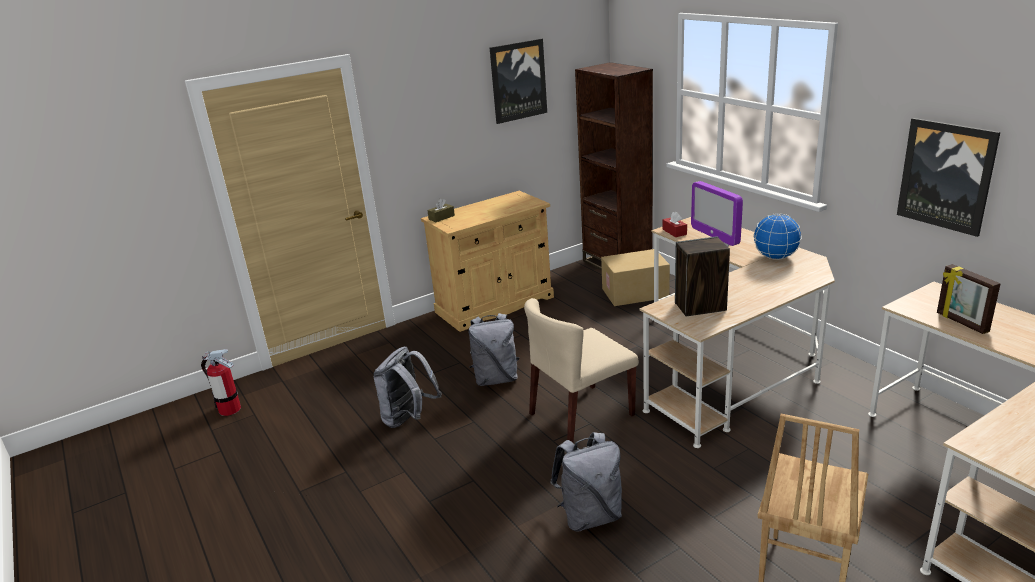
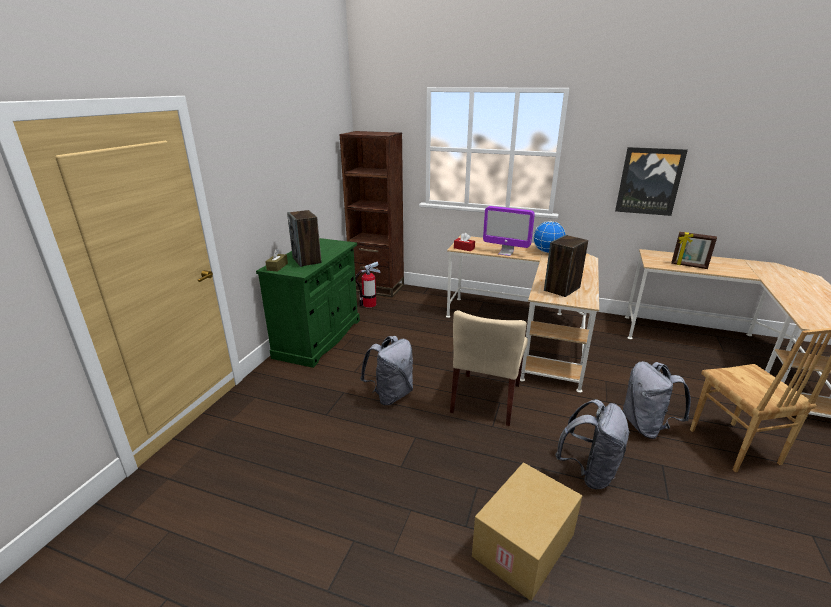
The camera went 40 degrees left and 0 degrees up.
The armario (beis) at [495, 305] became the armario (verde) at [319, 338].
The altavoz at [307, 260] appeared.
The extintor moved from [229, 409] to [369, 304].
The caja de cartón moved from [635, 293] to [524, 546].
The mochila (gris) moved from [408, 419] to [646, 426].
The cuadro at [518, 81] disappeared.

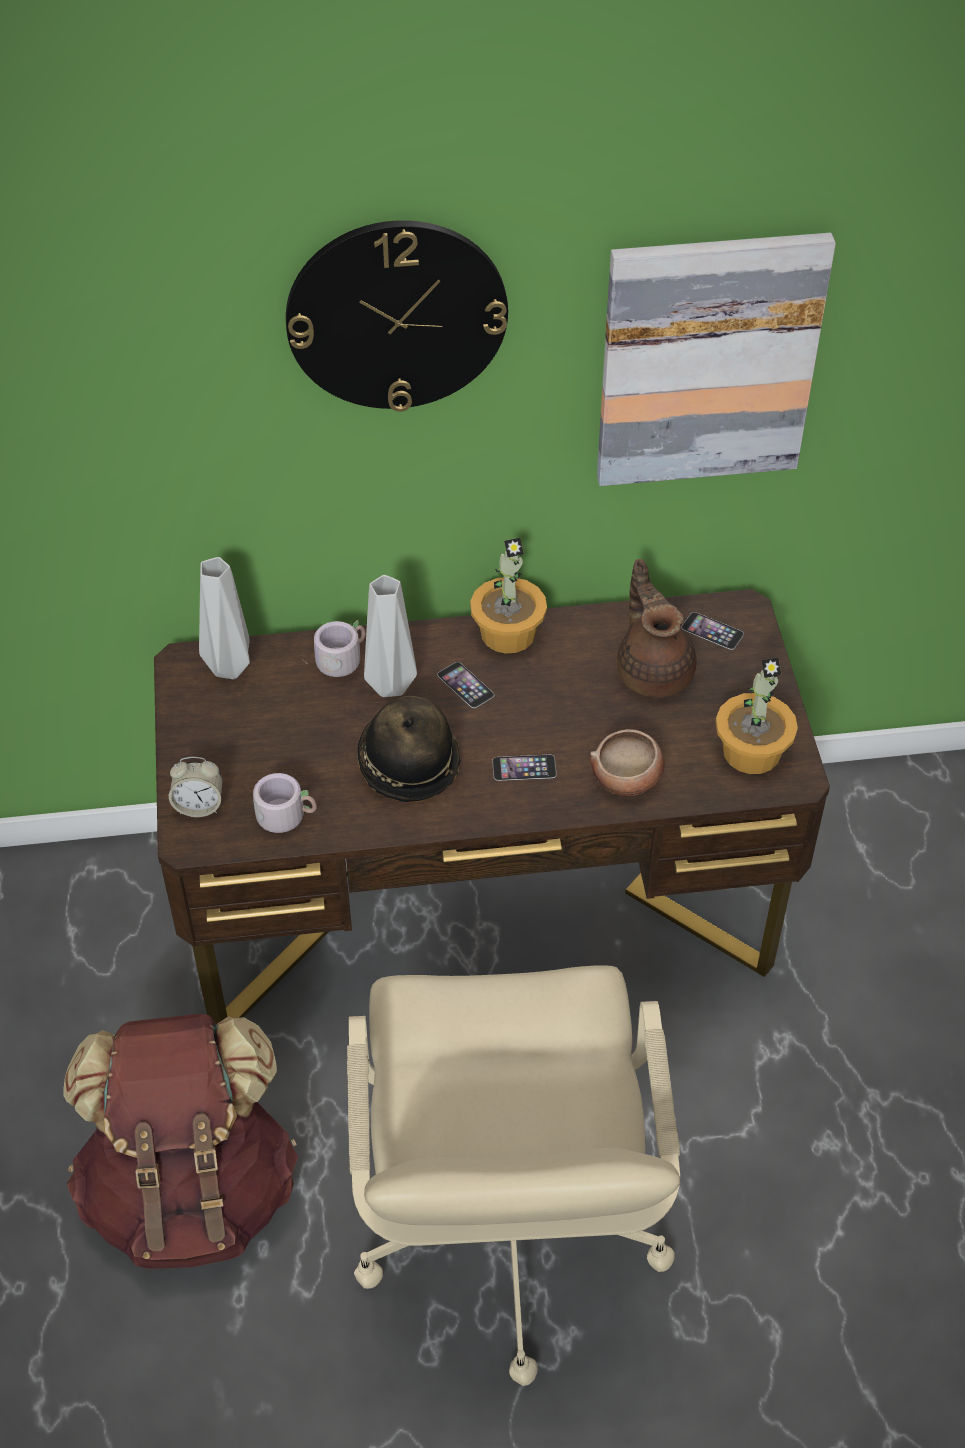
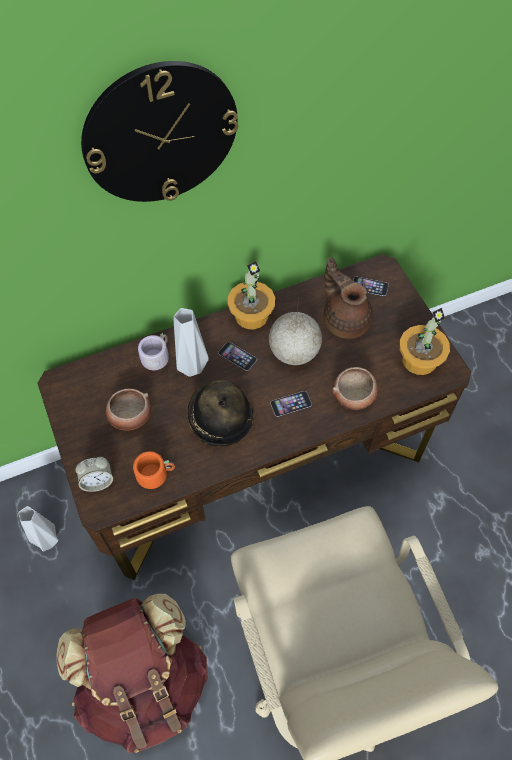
The camera went 15 degrees left and 10 degrees up.
The florero (gris) moved from [228, 666] to [47, 539].
The cuenco at [130, 417] appeared.
The taza grande (gris) at [286, 814] became the taza grande (naranja) at [155, 473].
The globo terráqueo at [293, 353] appeared.
The cuadro at [707, 360] disappeared.

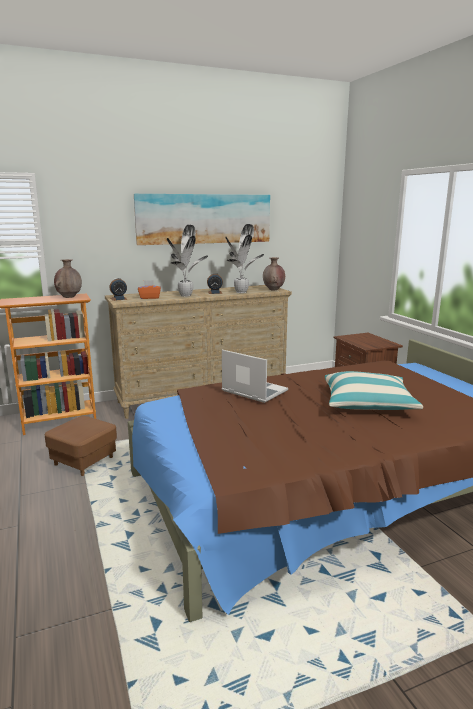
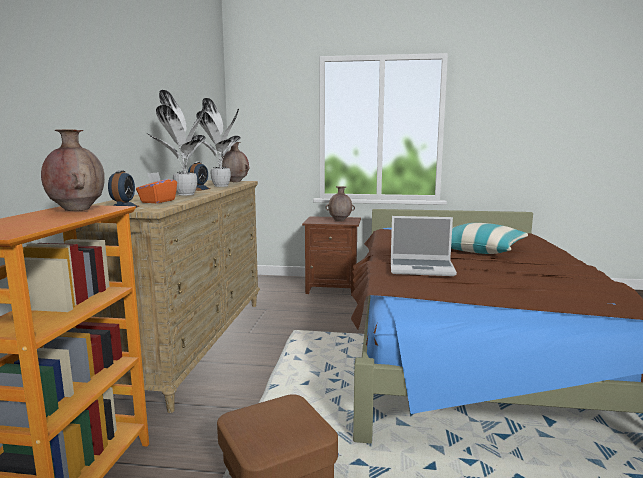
The camera went 60 degrees left and 5 degrees down.
The florero (marrón) at [340, 220] appeared.
The portátil at [253, 391] turned 150 degrees counterclockwise.
The cuadro at [204, 219] disappeared.

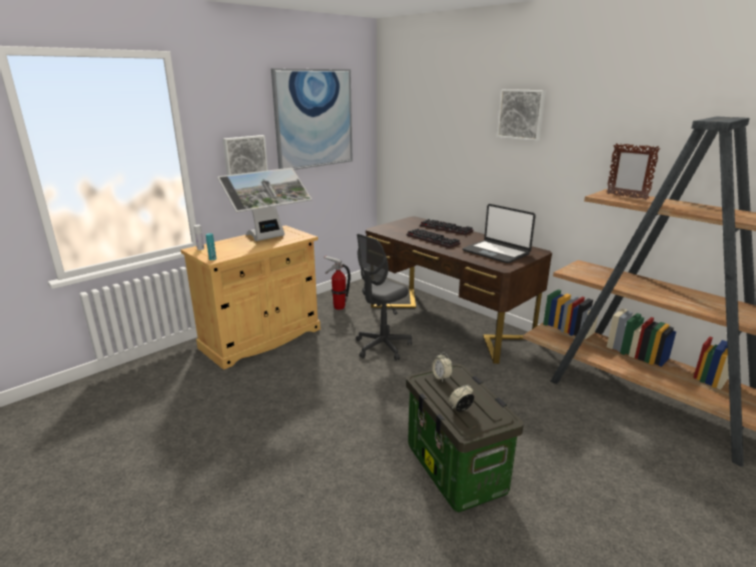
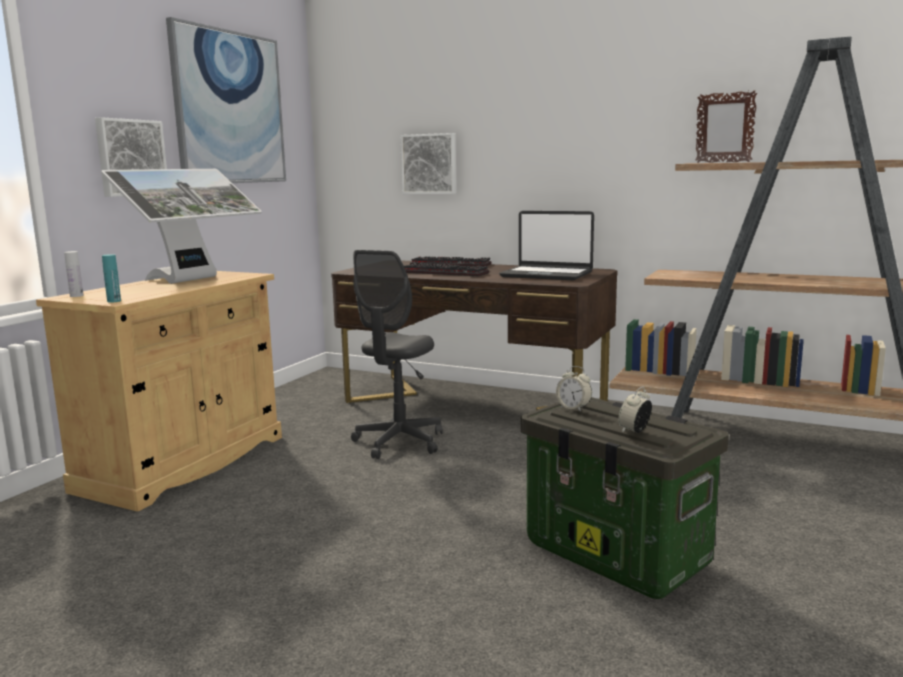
The camera went 20 degrees left and 10 degrees down.
The cuadro moved from [521, 114] to [430, 164].
The extintor at [338, 307] disappeared.

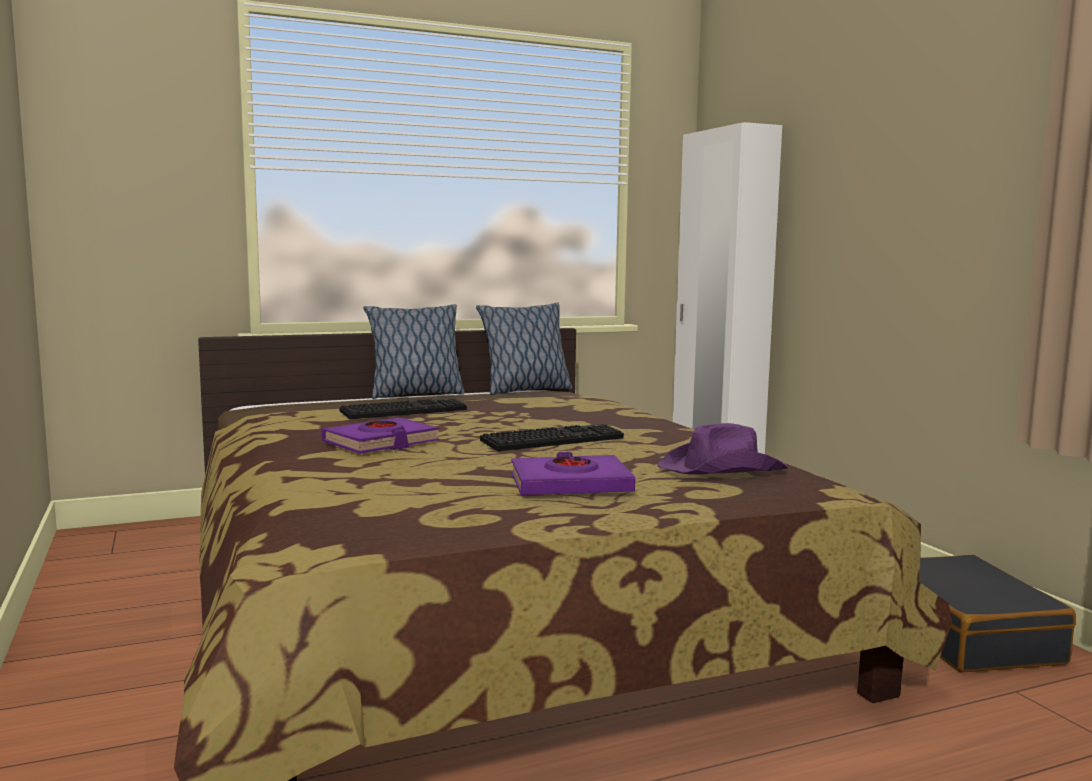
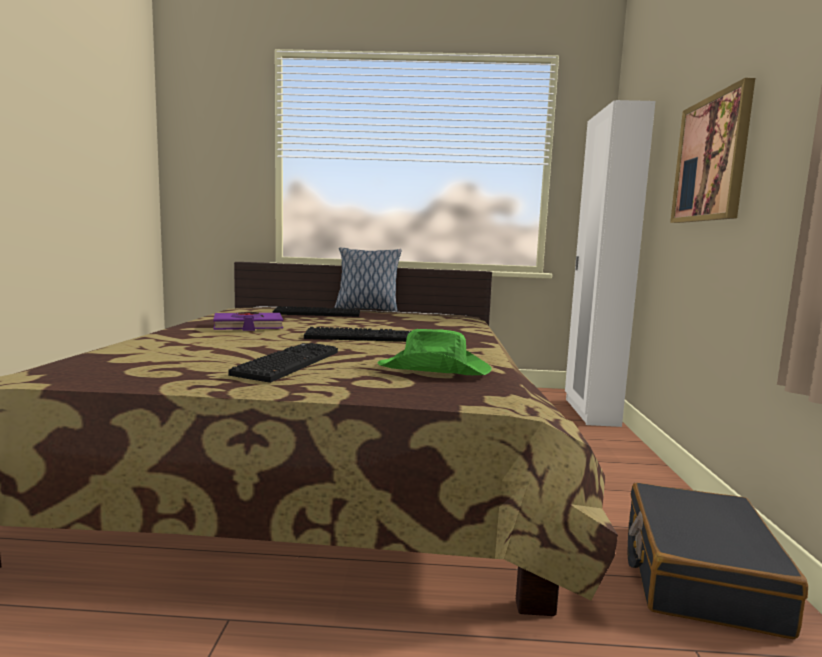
The camera went 25 degrees right and 0 degrees up.
The libro (morado) at [570, 485] was replaced by the teclado at [287, 363].
The sombrero (morado) at [723, 469] became the sombrero (verde) at [435, 369].
The cuadro at [711, 159] appeared.
The cojín at [525, 390] disappeared.

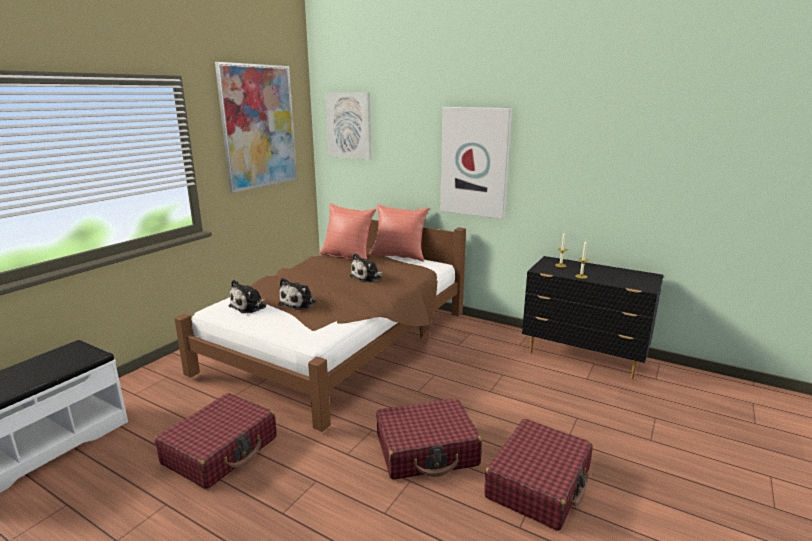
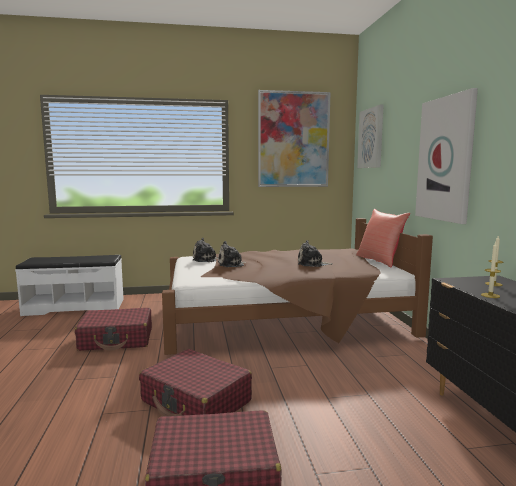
The camera went 50 degrees right and 10 degrees down.
The cojín (rojo) at [348, 256] disappeared.

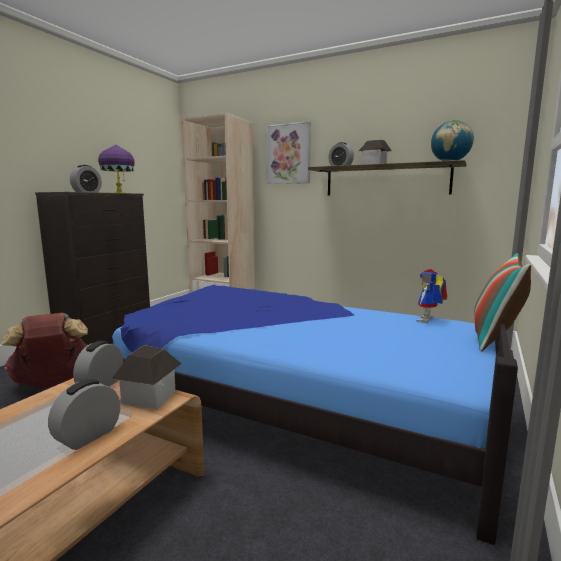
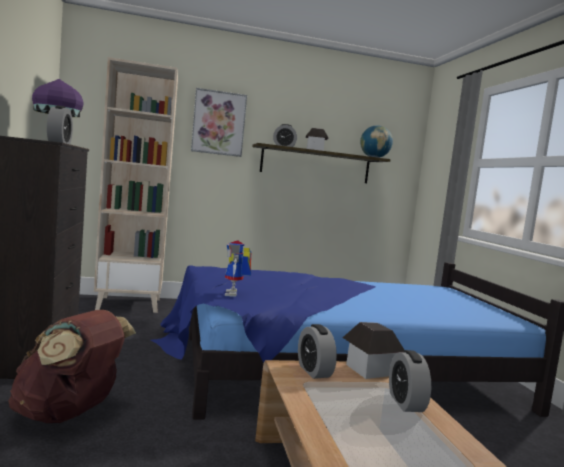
The camera went 40 degrees left and 5 degrees down.
The robot de juguete moved from [428, 321] to [235, 294].
The cojín at [495, 339] disappeared.

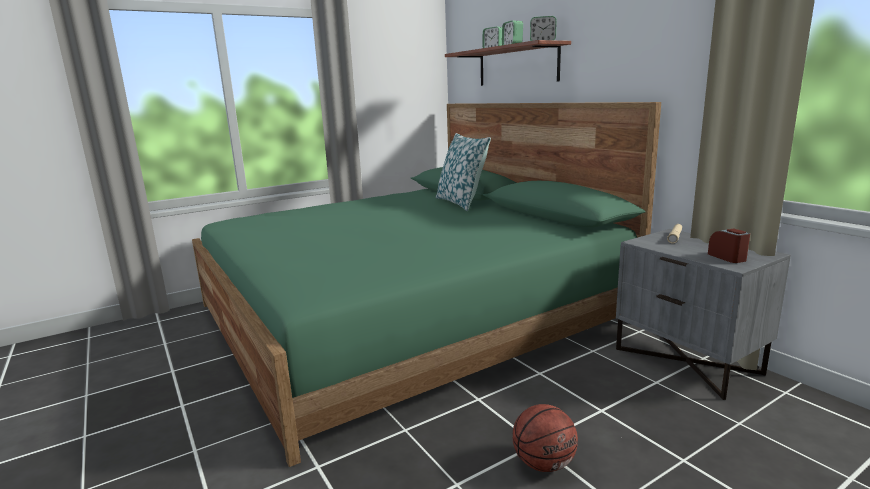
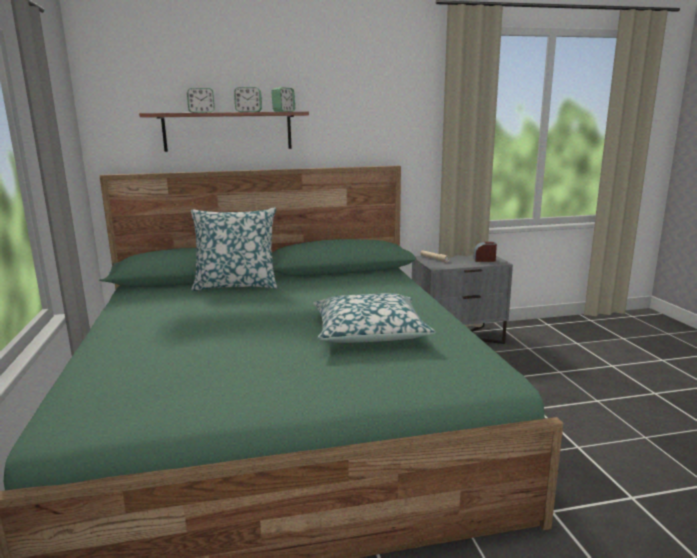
The camera went 70 degrees left and 0 degrees up.
The cojín at [369, 332] appeared.
The balón de baloncesto at [544, 463] disappeared.

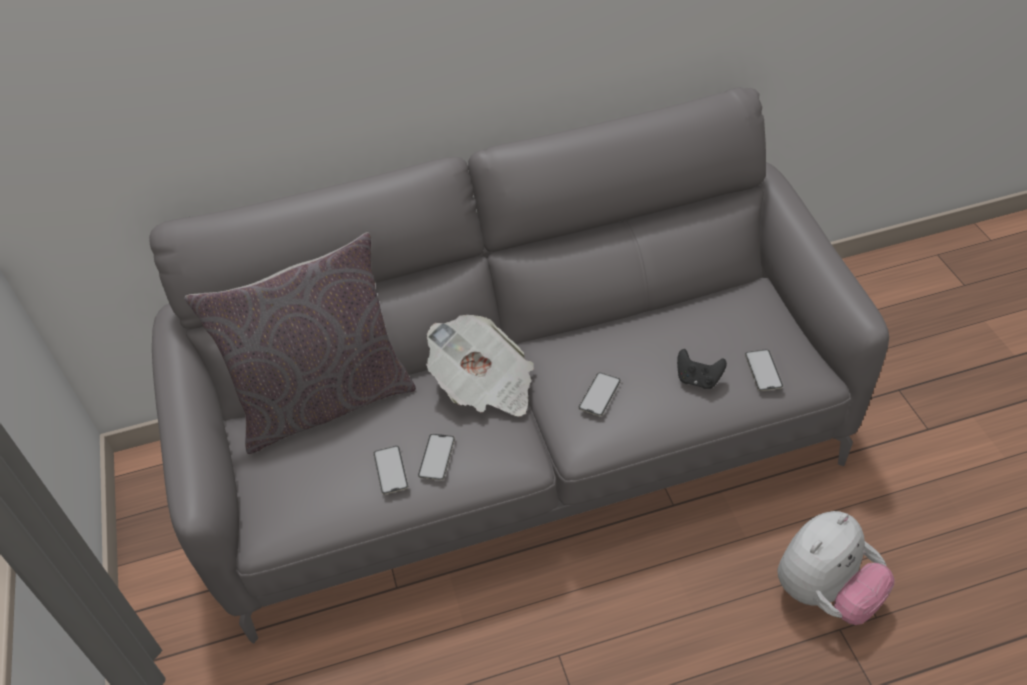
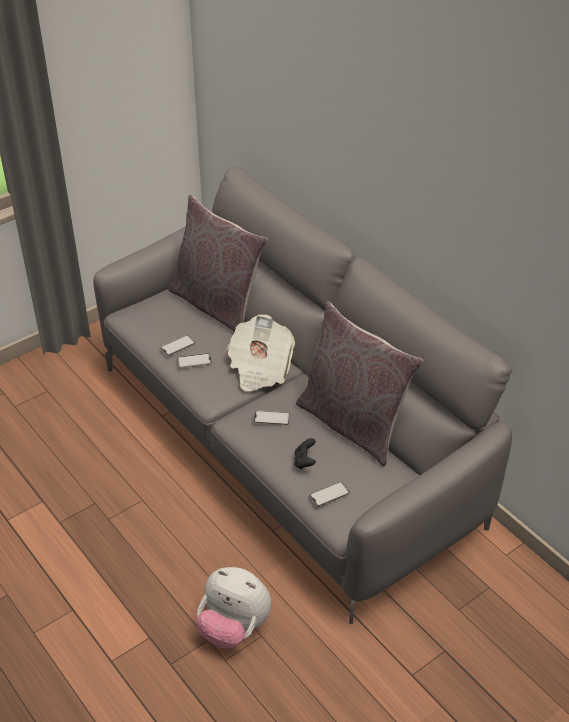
The camera went 65 degrees right and 5 degrees down.
The cojín (gris) at [353, 424] appeared.

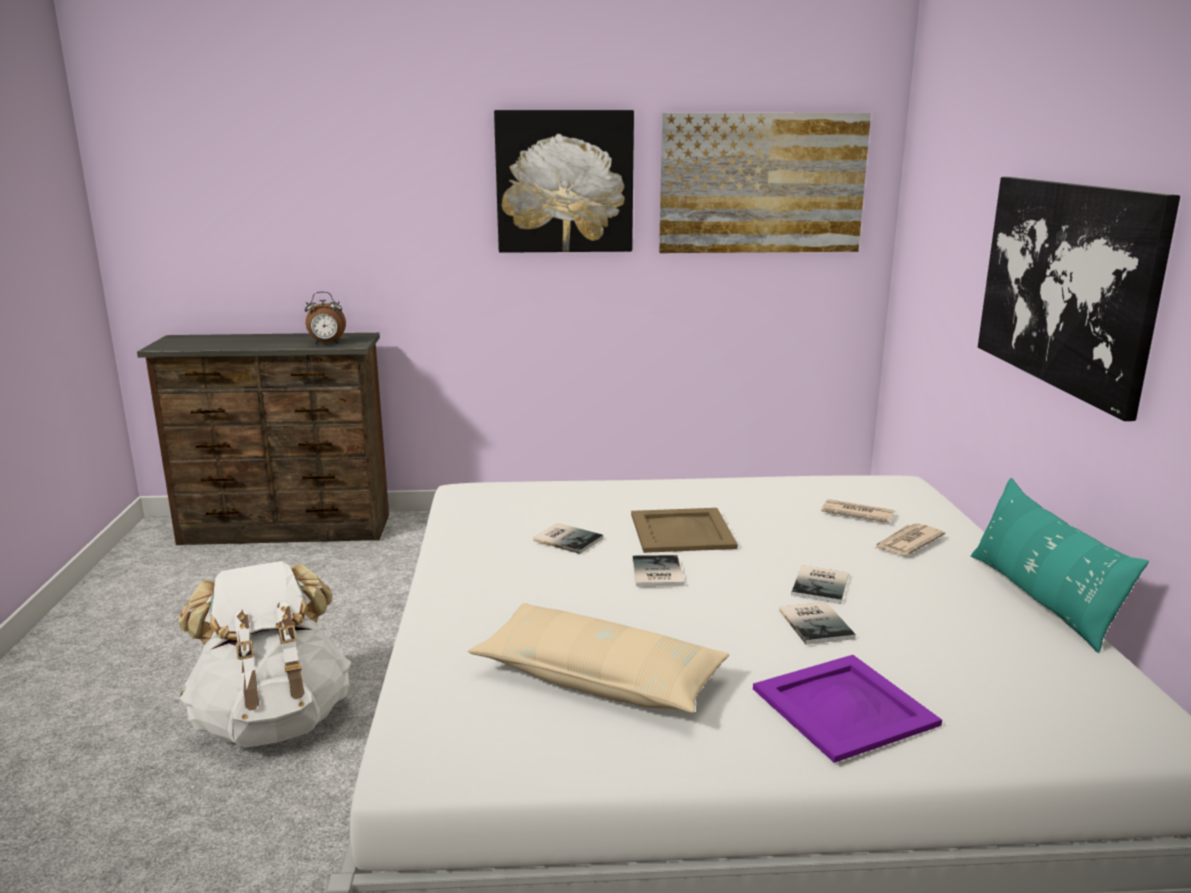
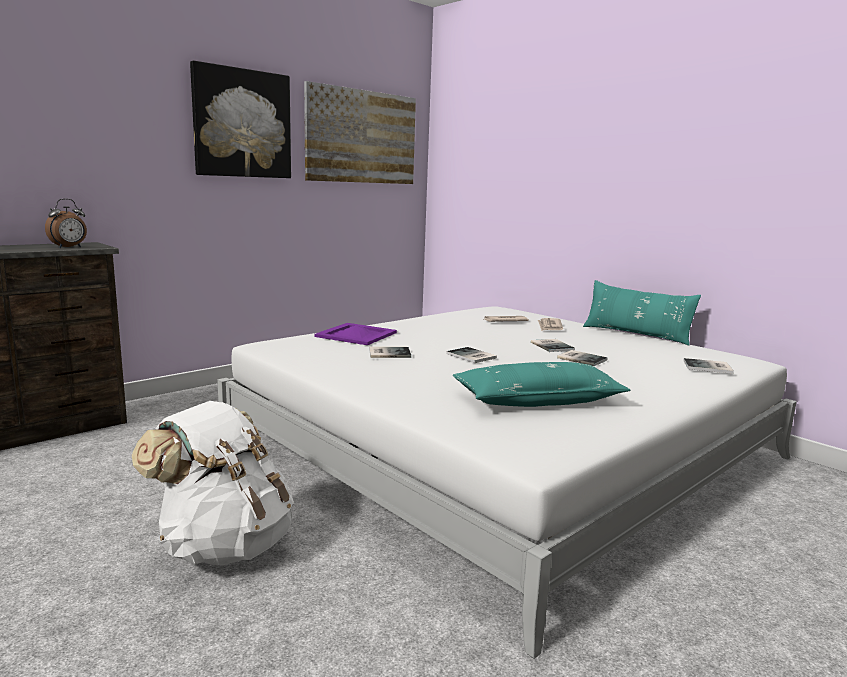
The camera went 40 degrees left and 5 degrees down.
The bandeja (morado) moved from [844, 705] to [356, 334].
The cojín (beis) at [599, 677] became the cojín (turquesa) at [538, 400].
The libro at [709, 367] appeared.
The bandeja (beis) at [683, 531] disappeared.
The cuadro at [1066, 285] disappeared.

